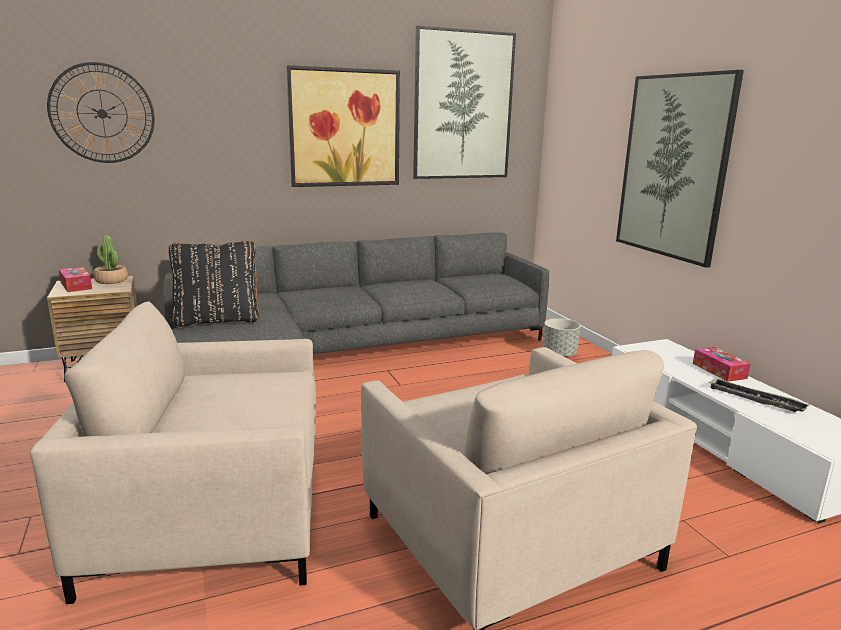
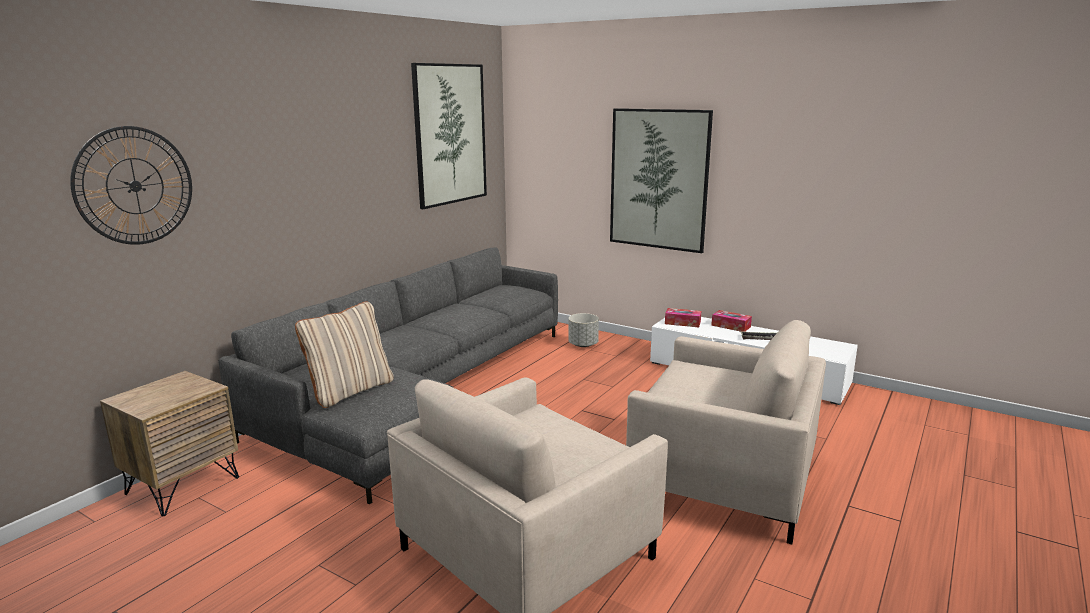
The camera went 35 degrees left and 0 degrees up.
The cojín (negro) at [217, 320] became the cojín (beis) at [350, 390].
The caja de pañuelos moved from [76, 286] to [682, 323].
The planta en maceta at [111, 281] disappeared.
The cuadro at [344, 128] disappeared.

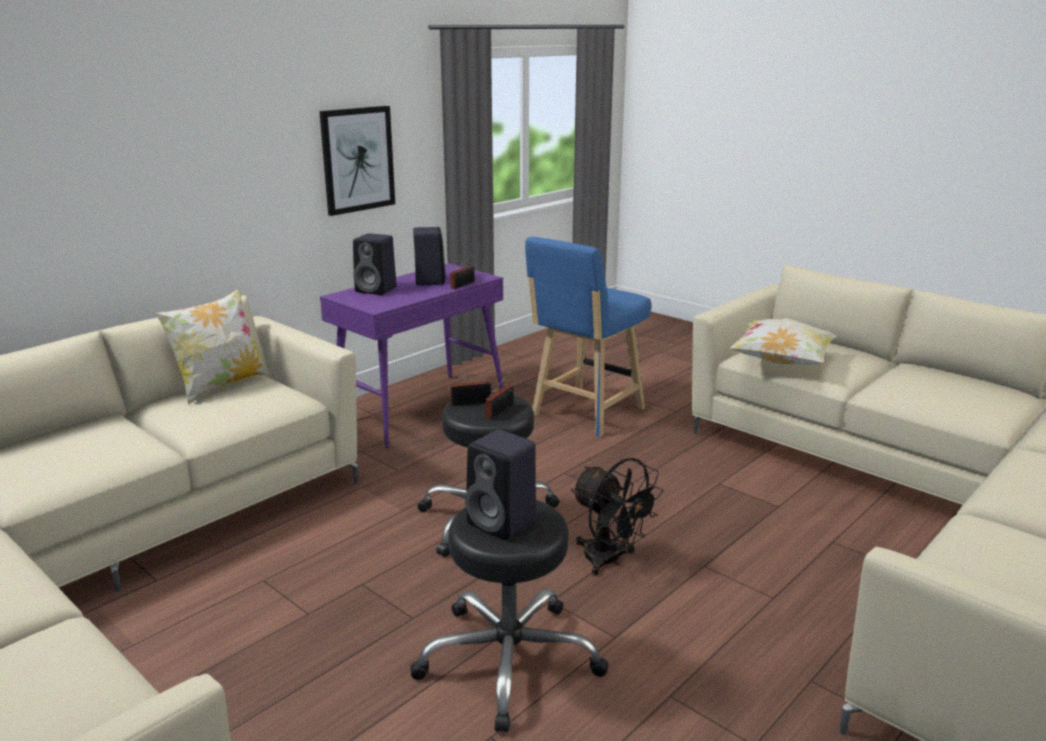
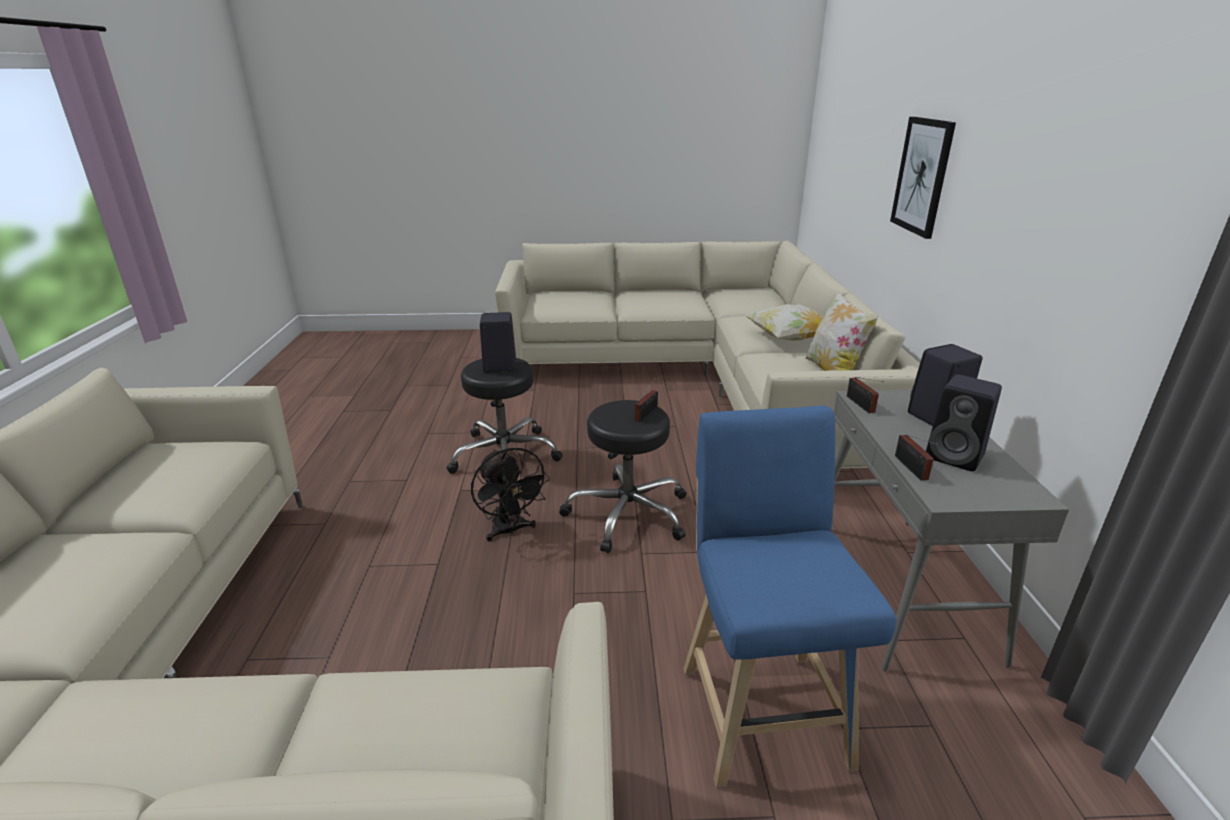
The camera went 135 degrees right and 5 degrees up.
The ventilador (negro) at [610, 560] turned 120 degrees counterclockwise.
The cojín moved from [781, 362] to [789, 339].
The mesa consola (morado) at [421, 408] became the mesa consola (gris) at [898, 588].
The radio moved from [501, 410] to [861, 405].
The cuadro moved from [357, 159] to [922, 176].

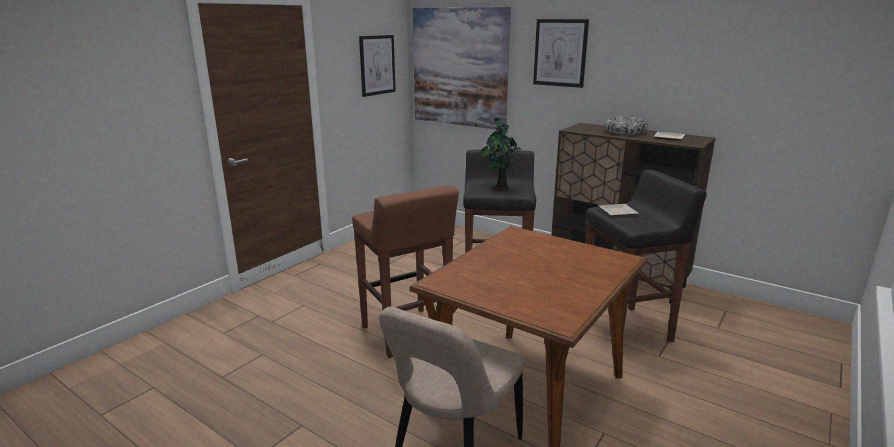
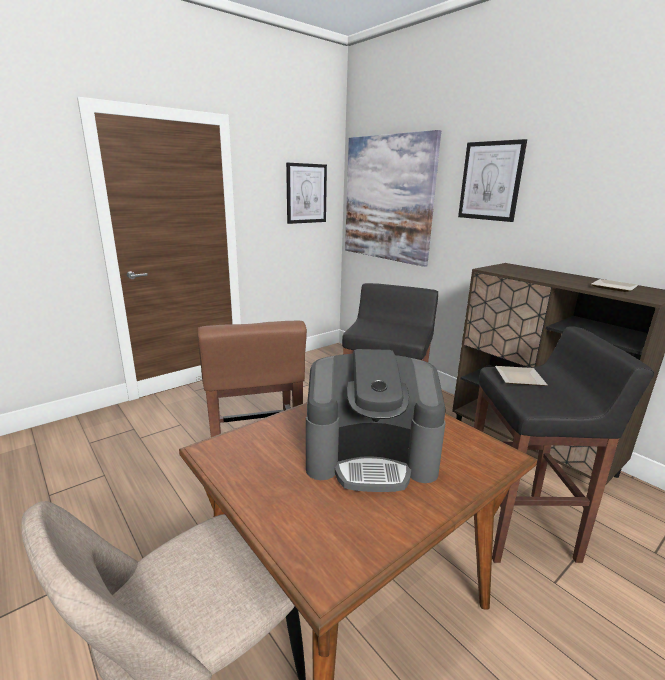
The camera went 15 degrees right and 0 degrees up.
The cafetera at [371, 455] appeared.
The planta en maceta at [500, 188] disappeared.
The cuenco at [625, 132] disappeared.

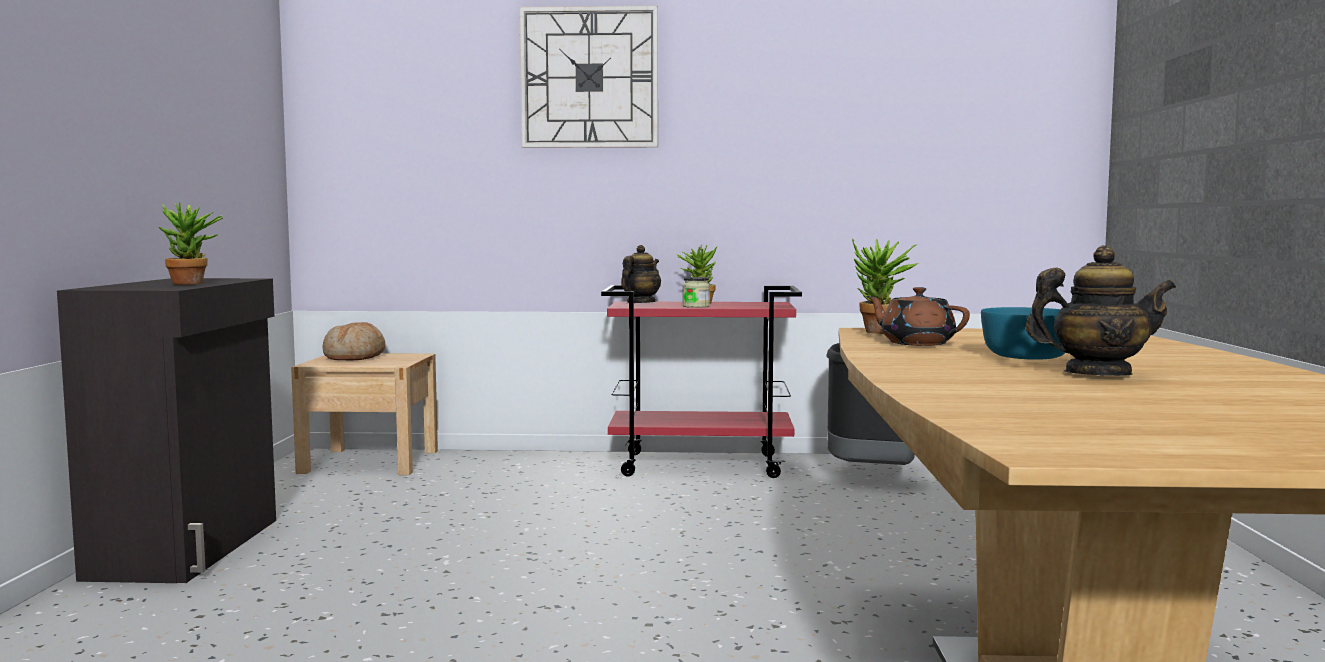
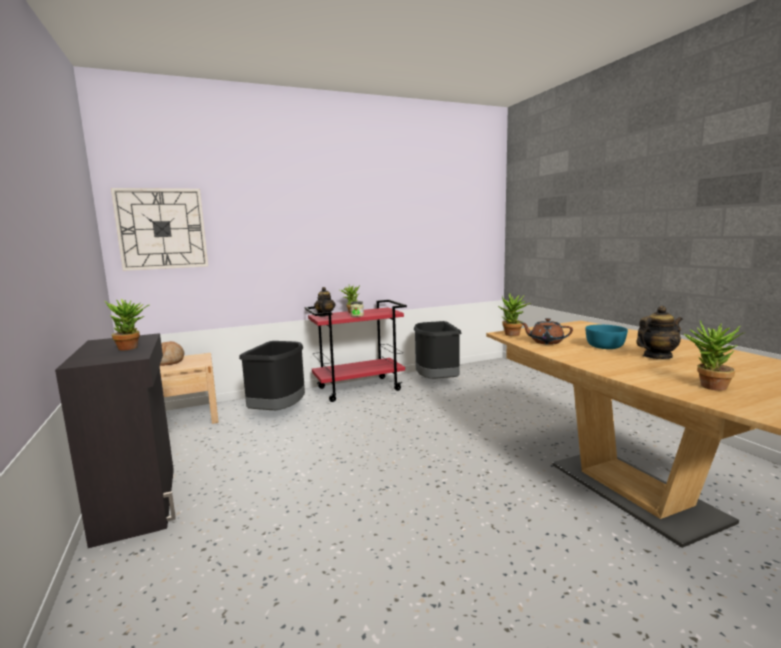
The camera went 25 degrees left and 5 degrees up.
The reloj de pared moved from [589, 78] to [162, 229].
The papelera (negro) at [279, 412] appeared.
The planta en maceta at [708, 387] appeared.

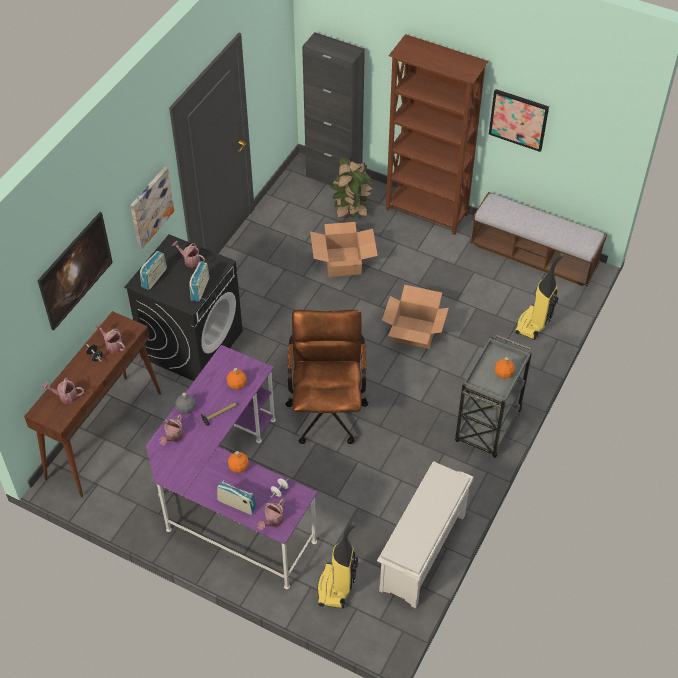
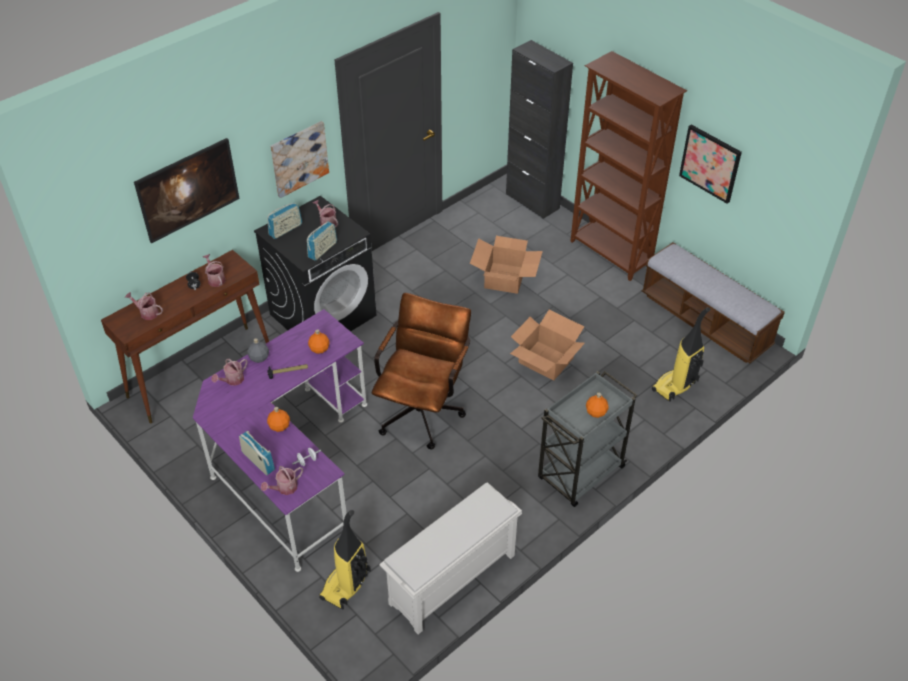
The camera went 20 degrees right and 5 degrees down.
The planta en maceta at [351, 211] disappeared.

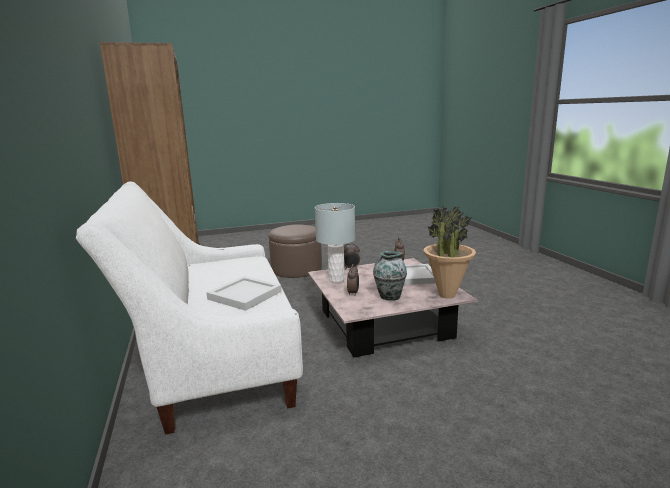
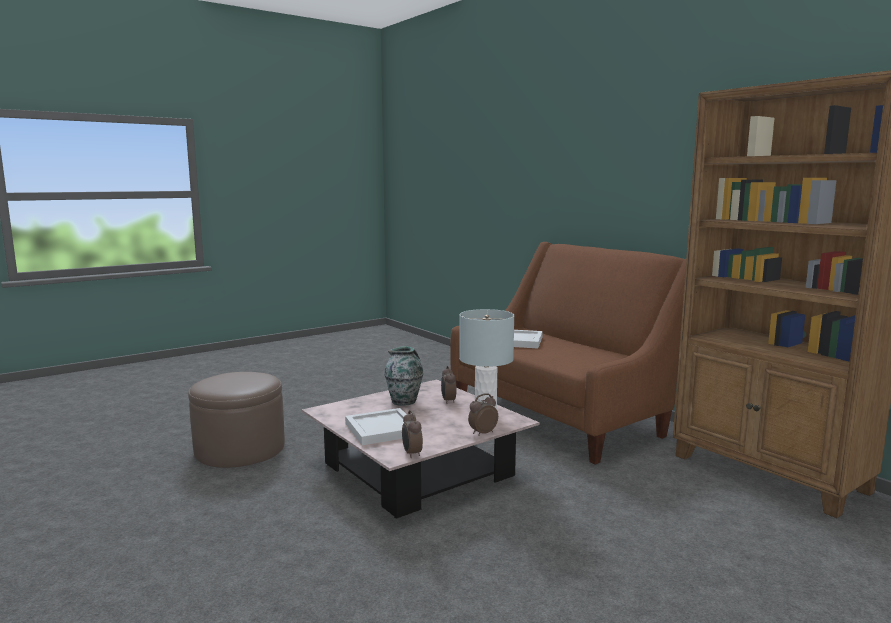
The camera went 160 degrees right and 5 degrees down.
The puf (marrón) moved from [296, 269] to [240, 449].
The sofá (blanco) at [212, 361] became the sofá (marrón) at [562, 416].
The planta en maceta at [446, 295] disappeared.

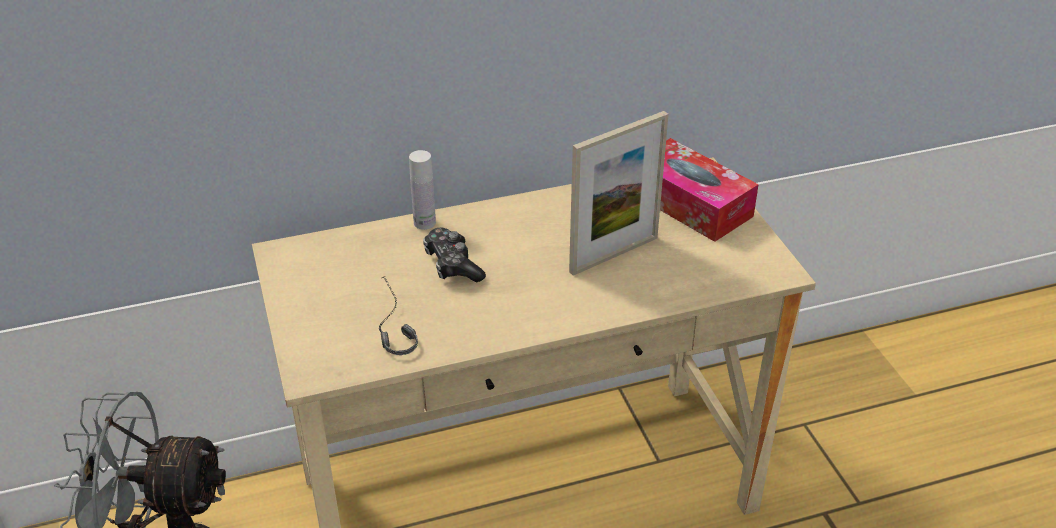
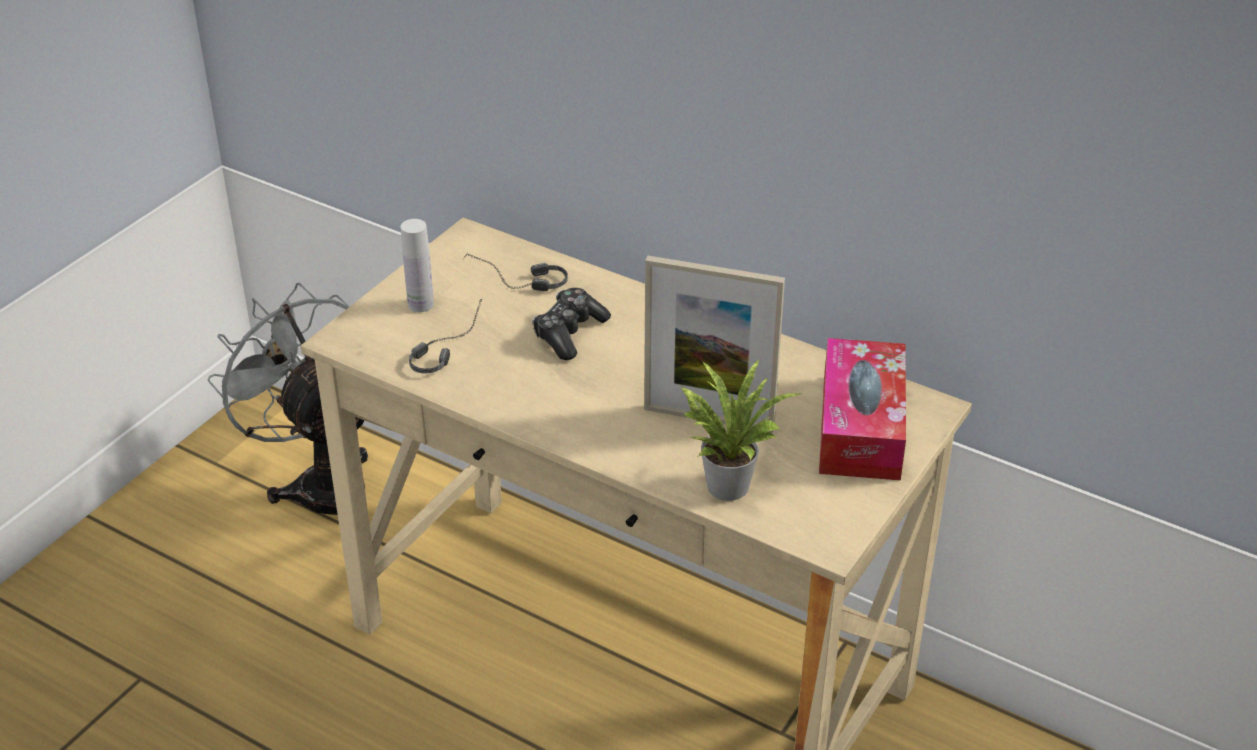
The camera went 50 degrees right and 0 degrees up.
The botella (blanco) moved from [424, 223] to [420, 304].
The auriculares at [516, 283] appeared.
The planta en maceta at [726, 482] appeared.

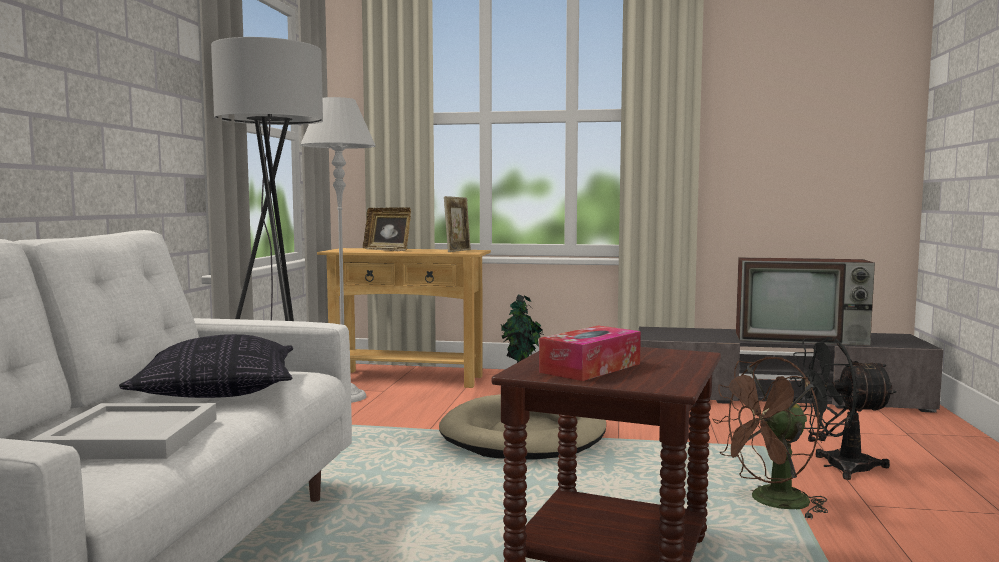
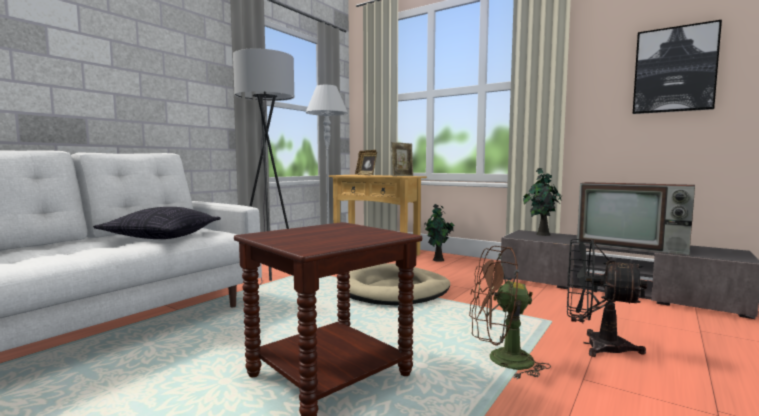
The camera went 25 degrees right and 0 degrees up.
The planta en maceta at [541, 234] appeared.
The cuadro at [674, 70] appeared.
The bandeja (blanco) at [130, 436] disappeared.
The caja de pañuelos at [590, 368] disappeared.

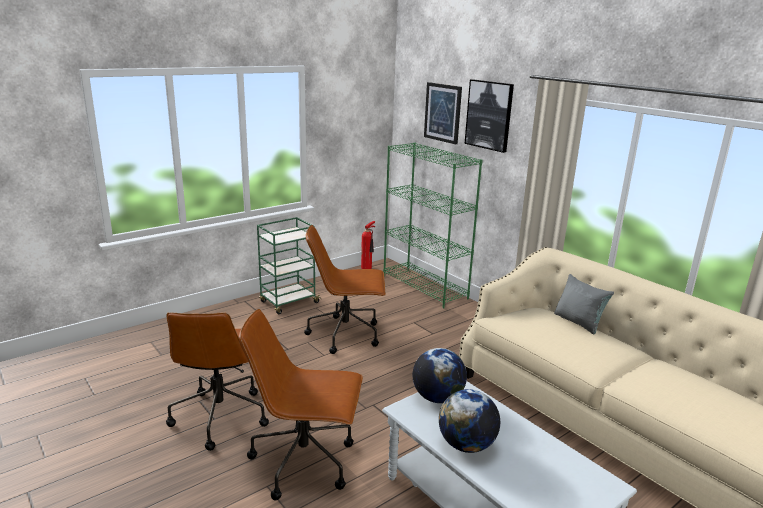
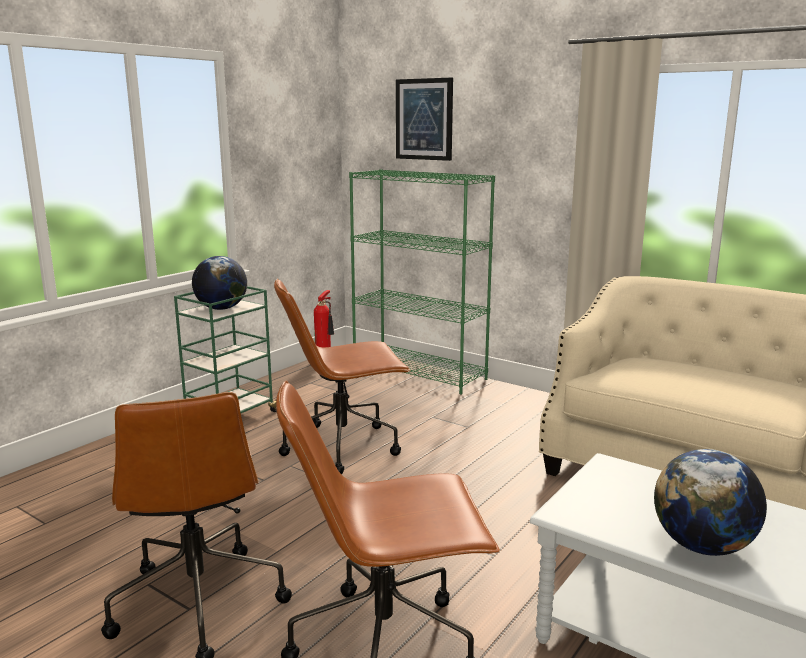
The camera went 15 degrees left and 5 degrees down.
The globo terráqueo moved from [437, 398] to [221, 308].
The cuadro at [489, 115] disappeared.
The cojín (gris) at [578, 322] disappeared.

